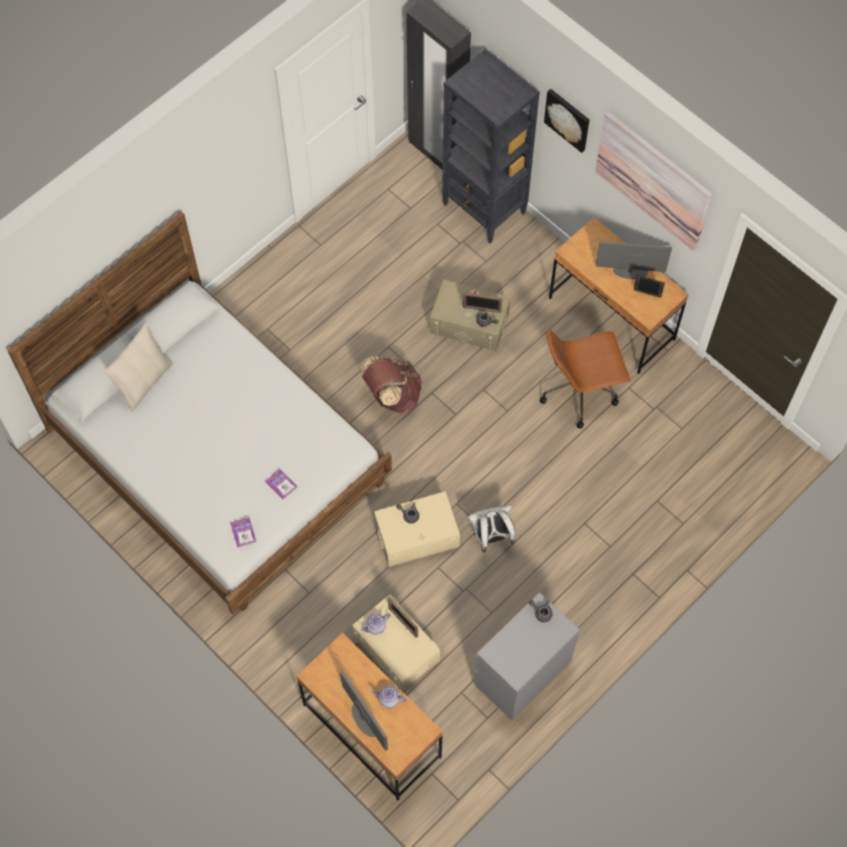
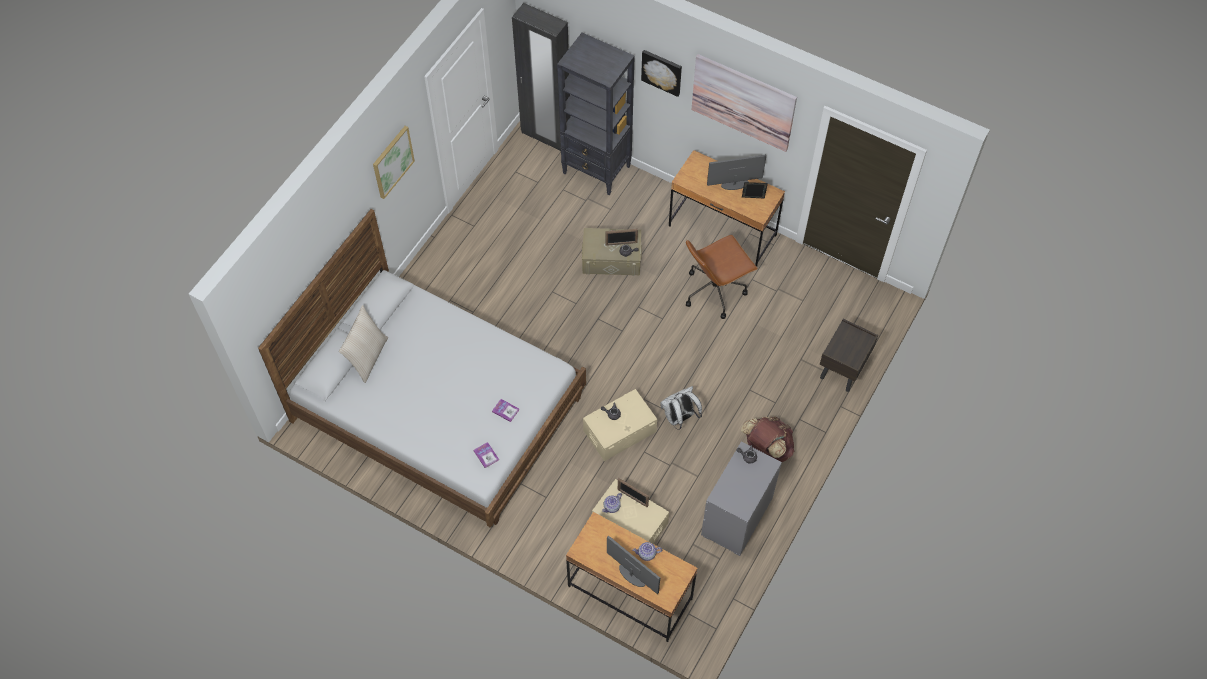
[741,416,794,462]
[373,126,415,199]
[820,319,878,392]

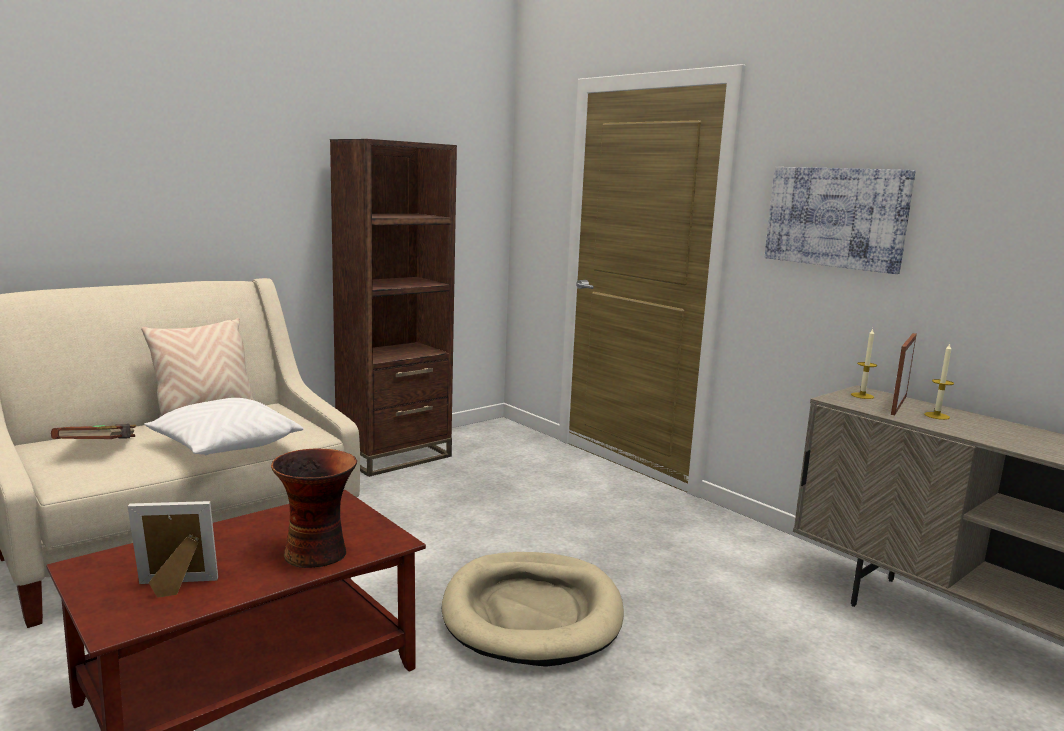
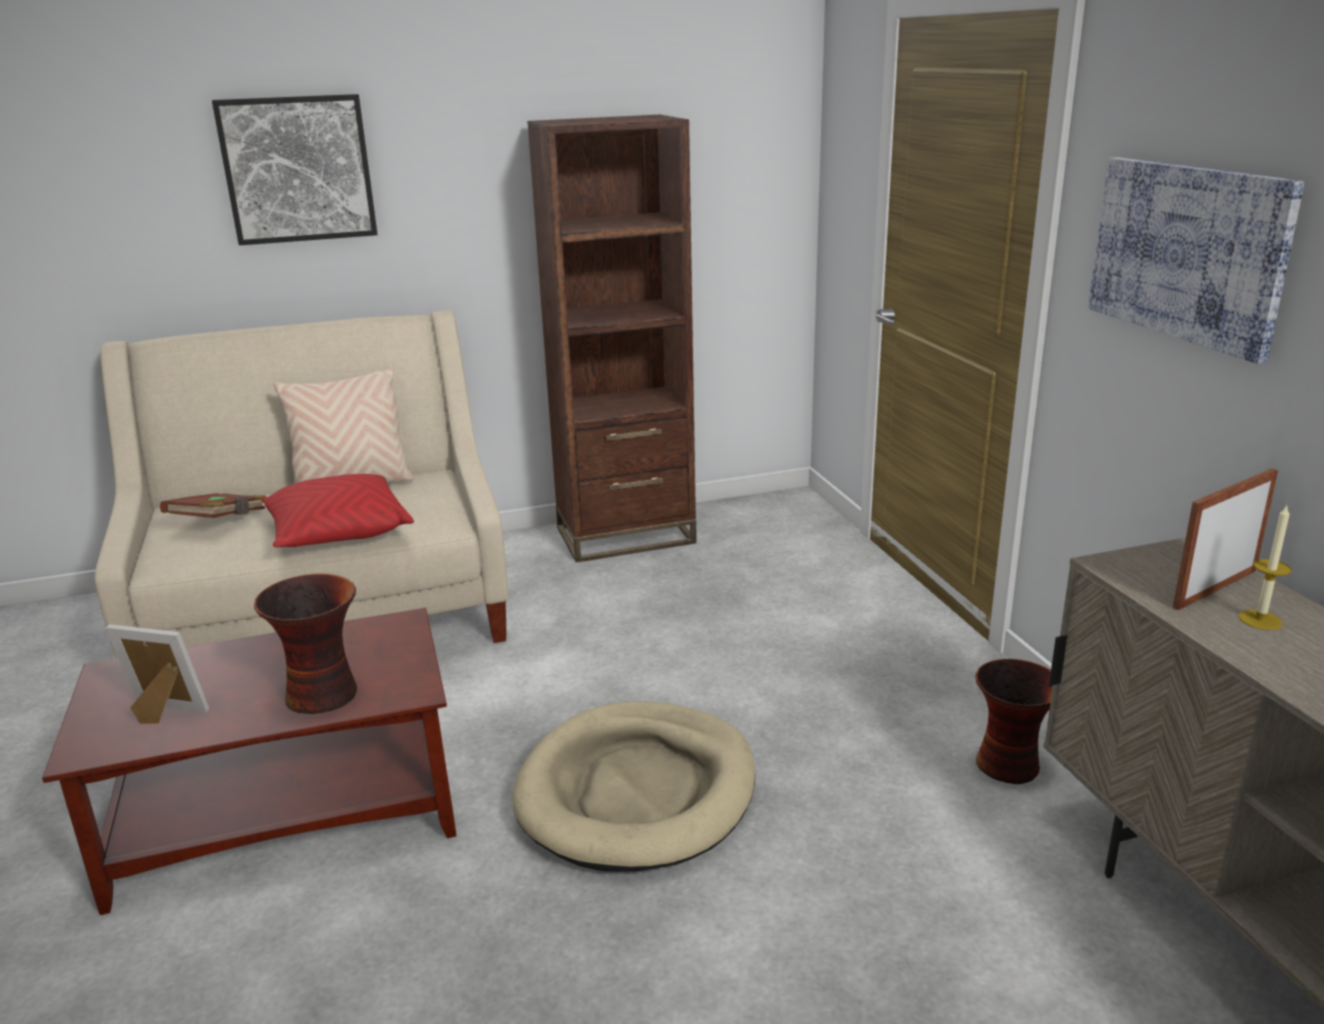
[851,328,877,399] (first image)
[261,474,414,547]
[212,94,378,245]
[975,659,1053,784]

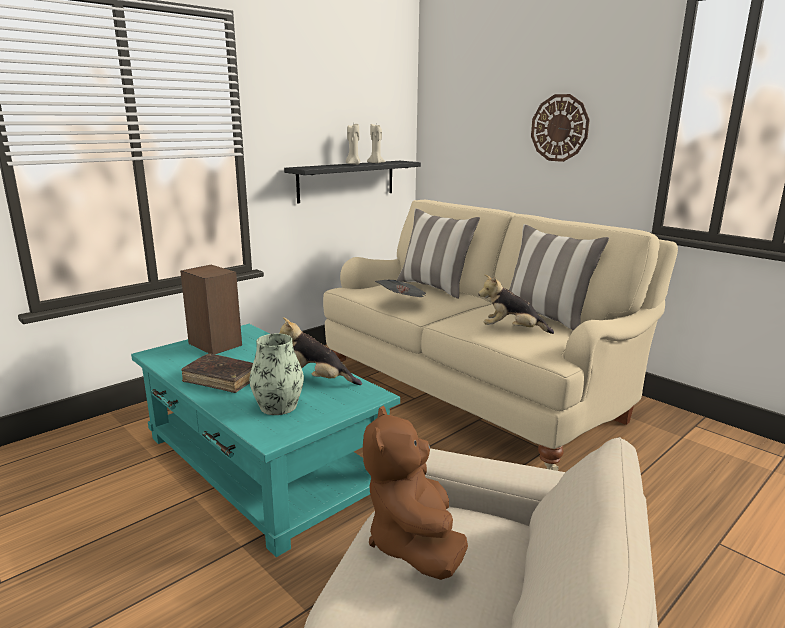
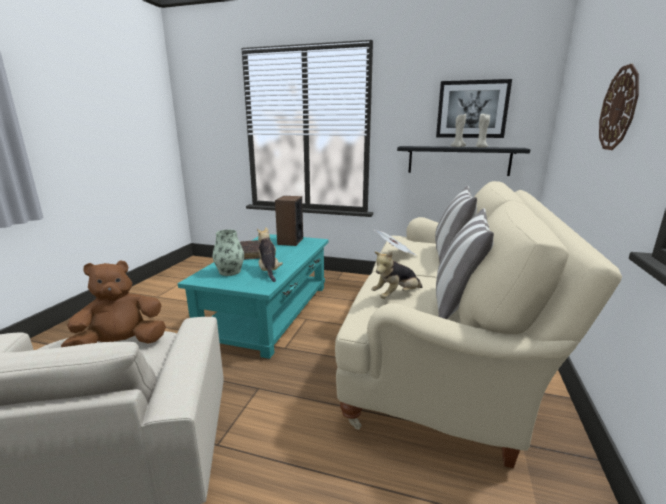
[371,252,422,299]
[436,79,512,138]

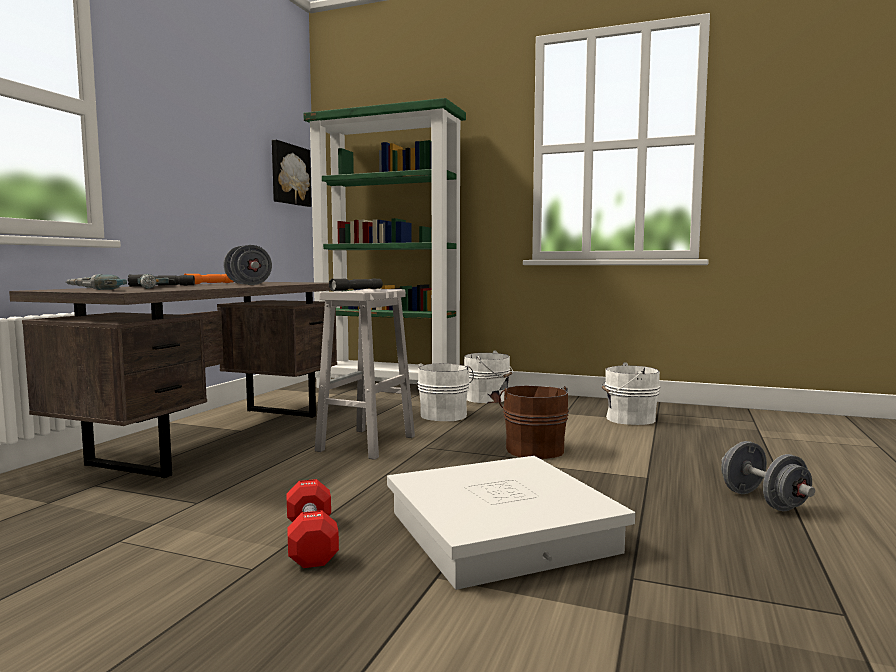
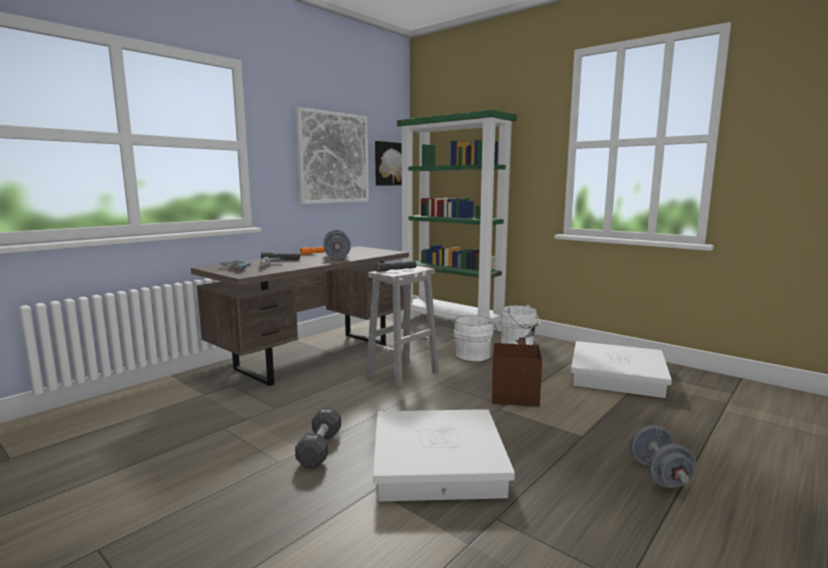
[571,341,672,398]
[492,343,542,407]
[295,408,341,468]
[295,107,369,204]

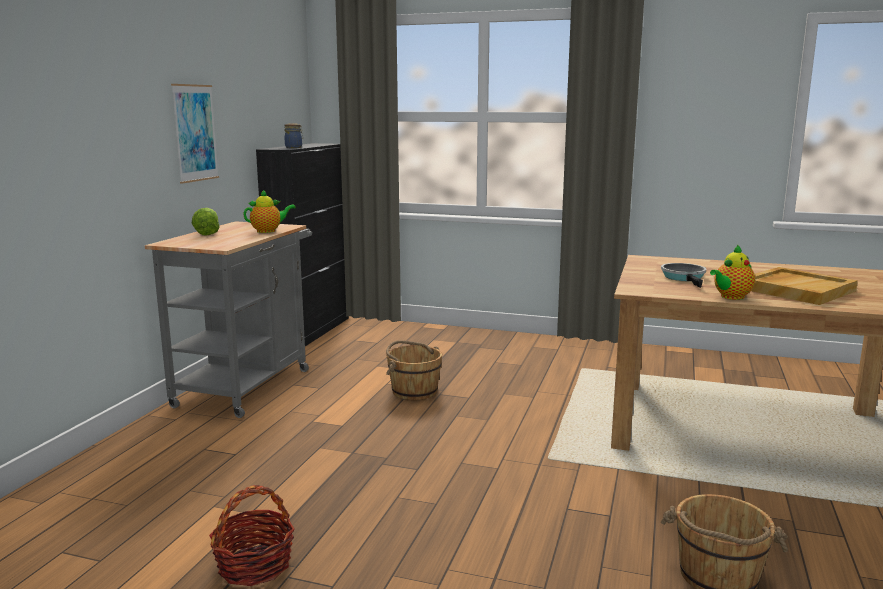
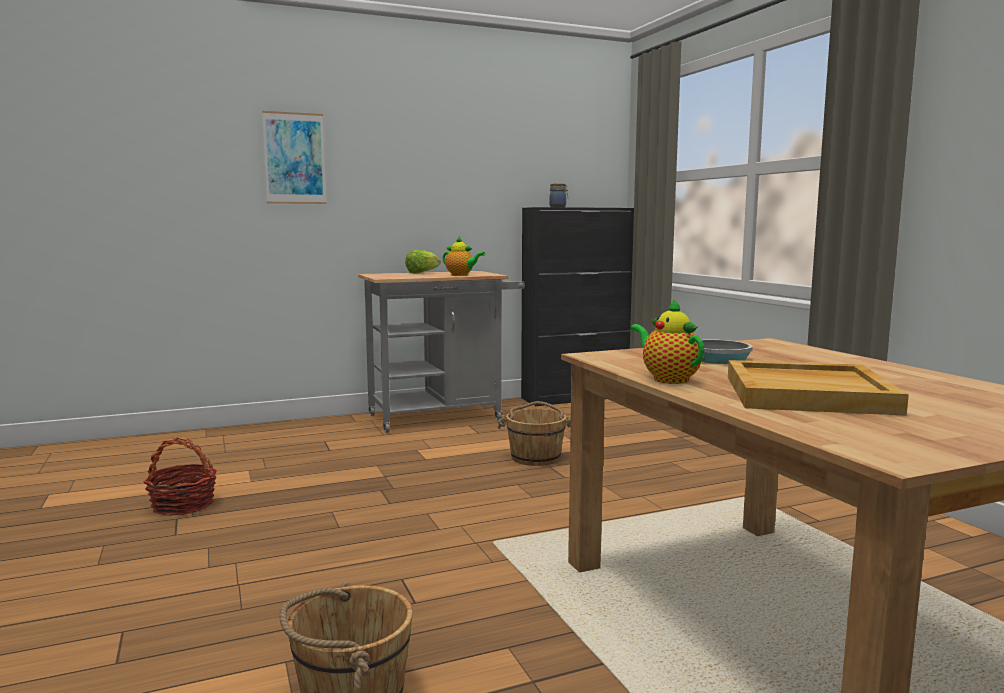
[262,111,326,204]
[630,298,704,384]

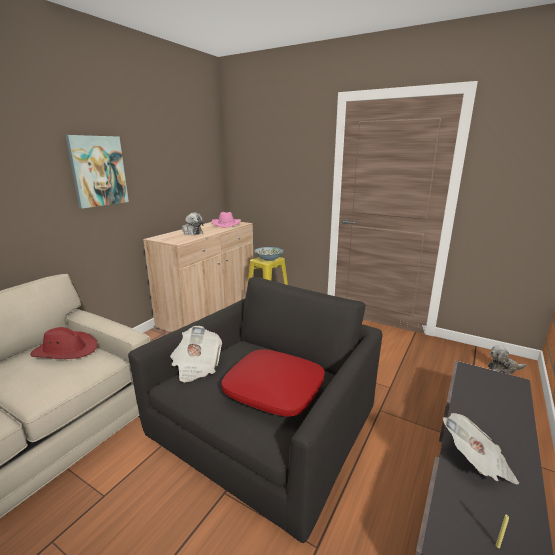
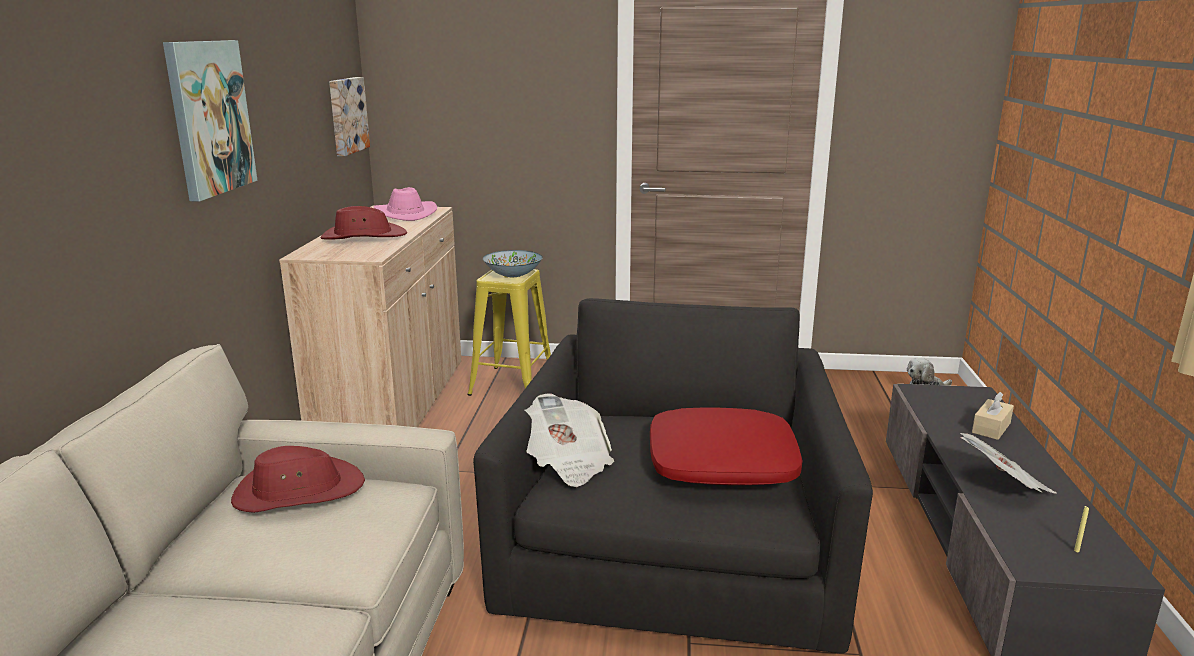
[321,206,407,240]
[329,77,370,156]
[972,392,1014,440]

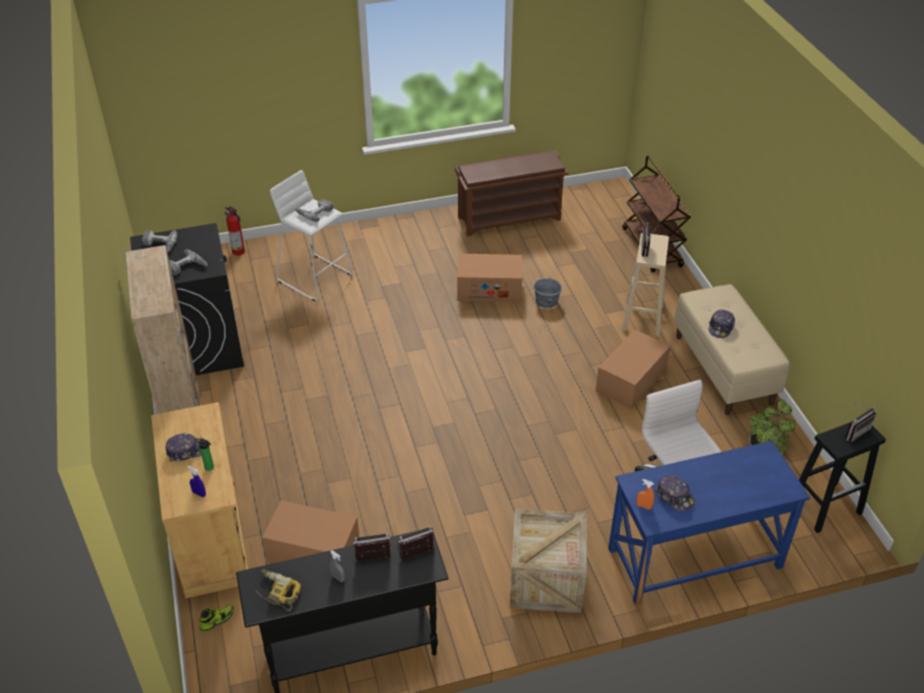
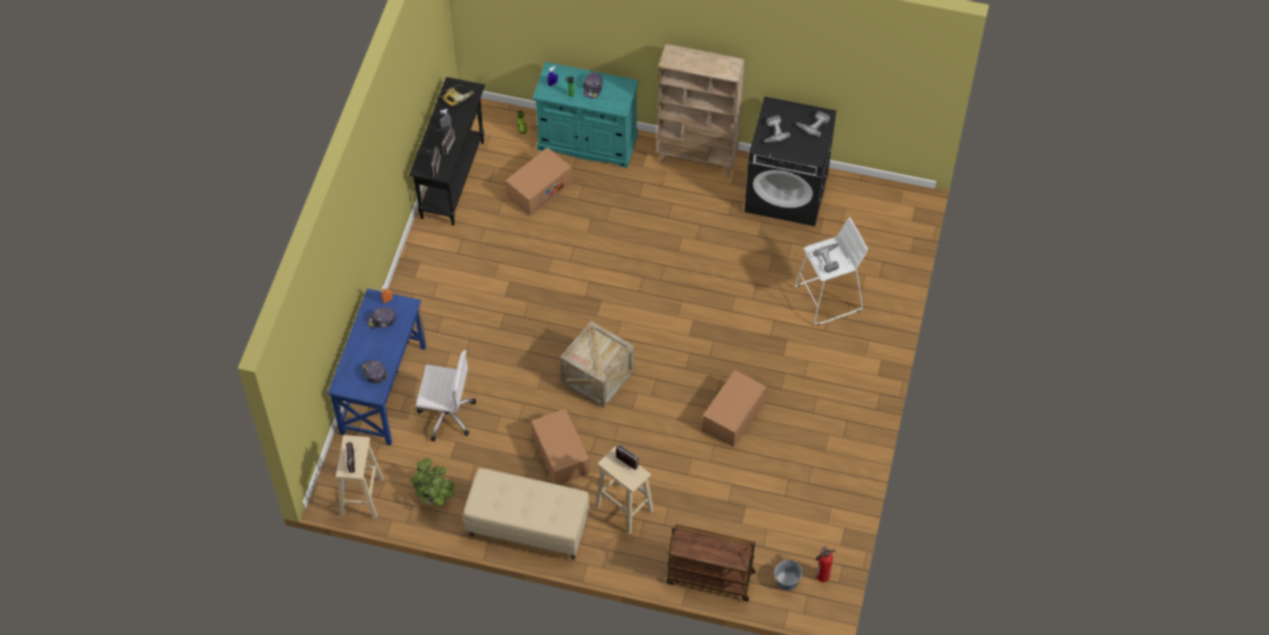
[455,150,568,237] (first image)
[816,546,835,582]
[774,560,802,591]
[361,360,387,384]
[533,62,639,168]
[336,435,384,519]
[560,321,634,408]

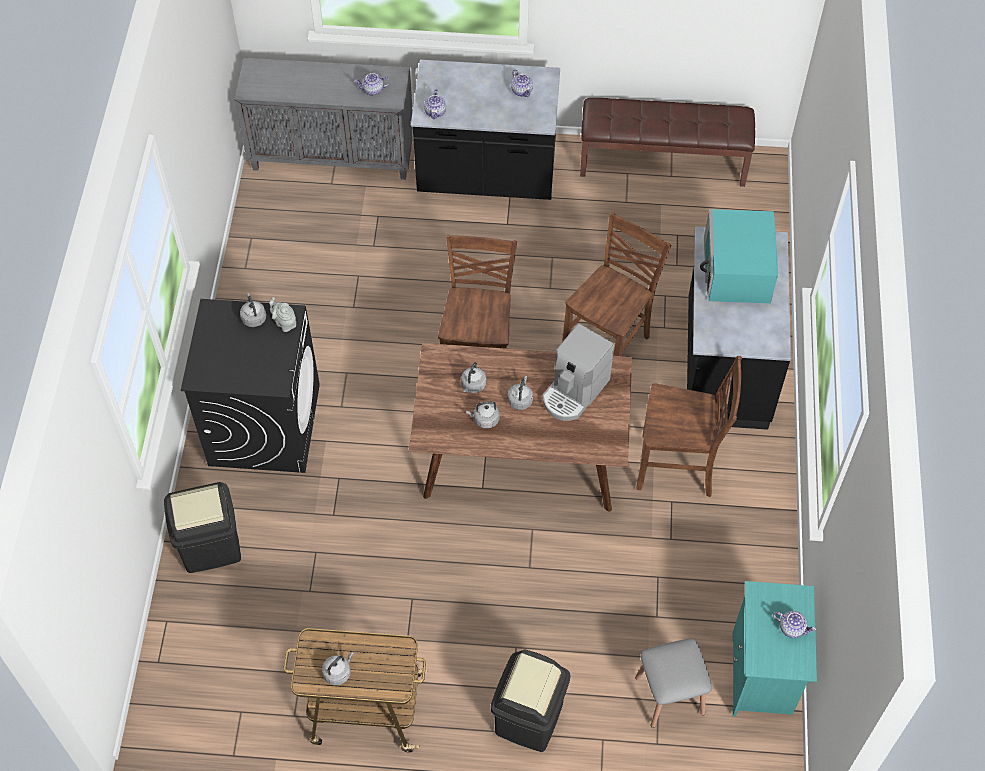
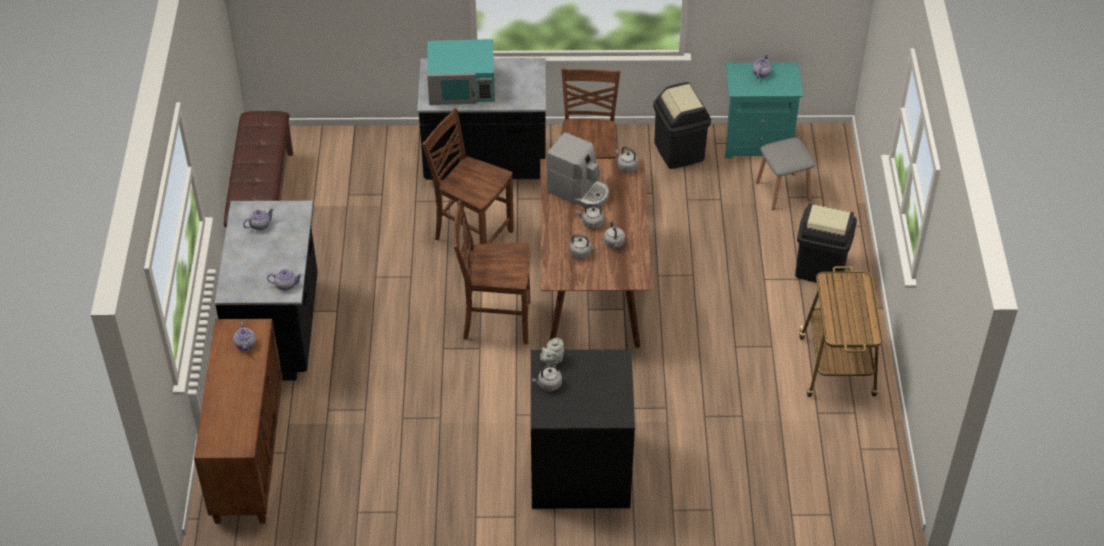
[194,319,283,524]
[653,82,711,169]
[615,147,638,173]

